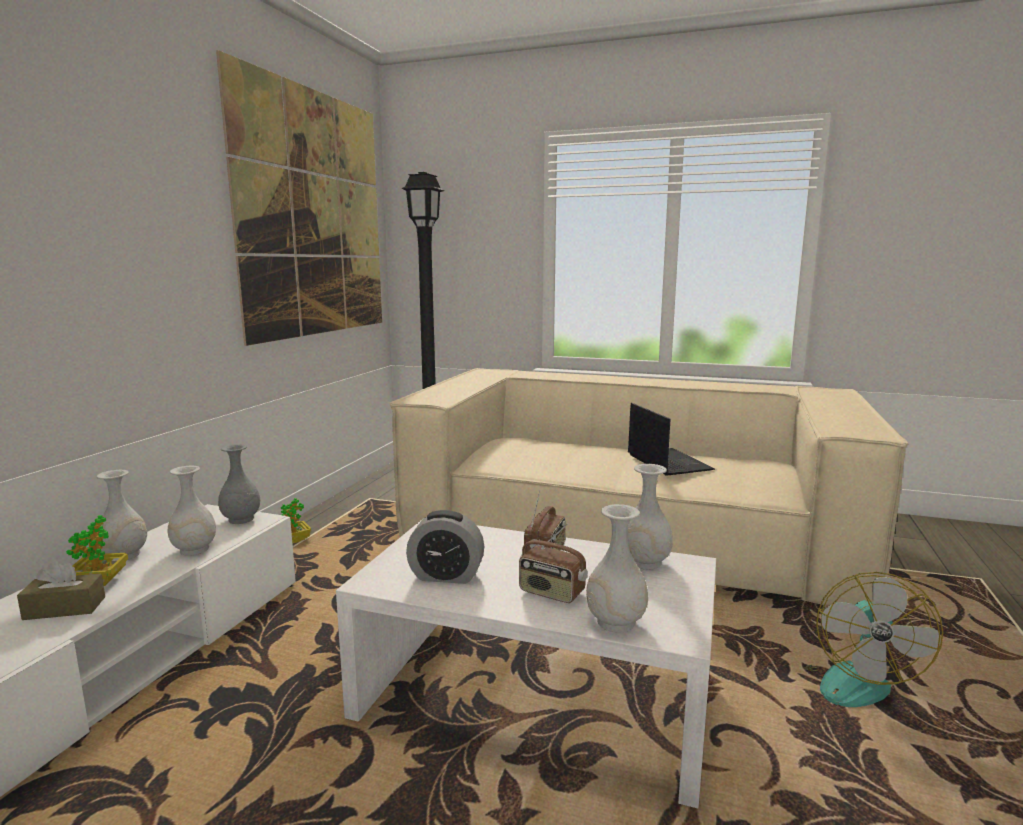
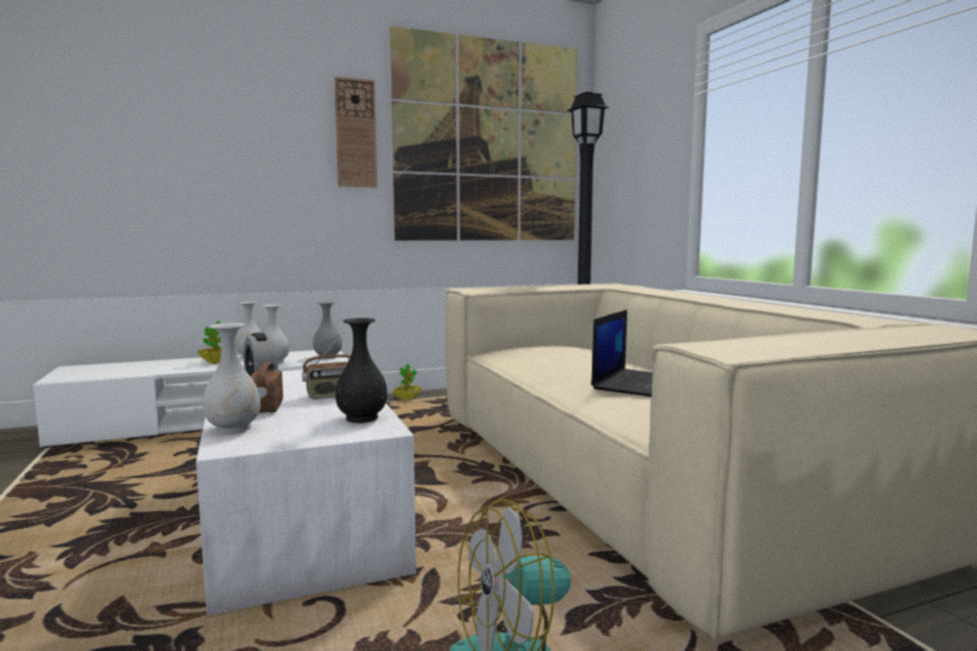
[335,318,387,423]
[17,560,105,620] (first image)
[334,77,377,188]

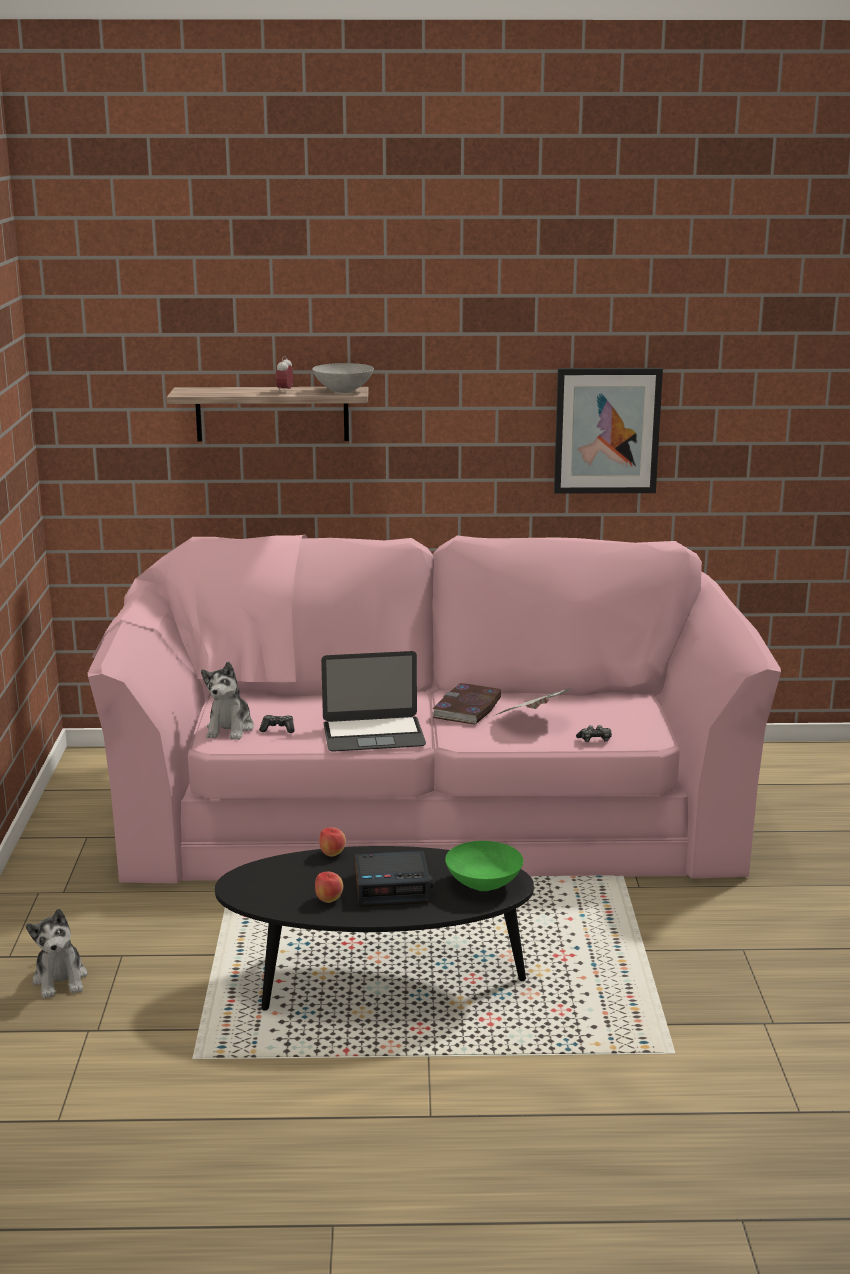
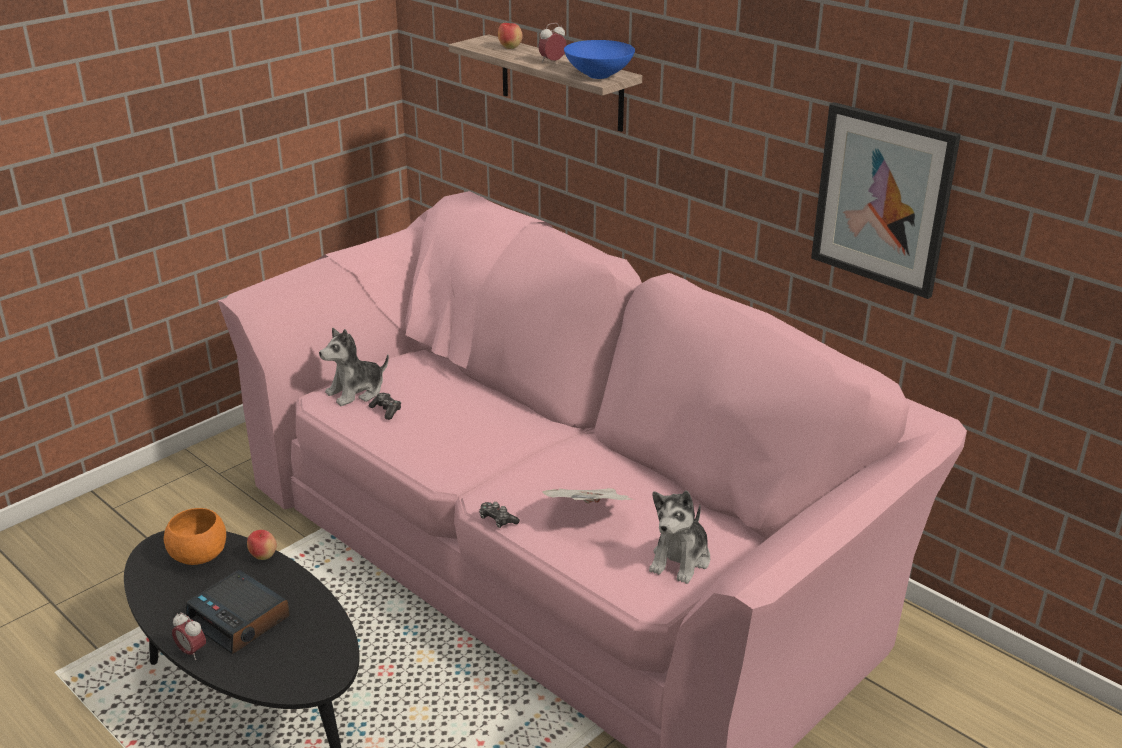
[564,40,635,79]
[321,651,426,752] (first image)
[432,683,501,724] (first image)
[479,502,520,528]
[445,841,523,891] (first image)
[498,23,523,49]
[649,491,710,584]
[164,508,226,565]
[172,612,206,660]

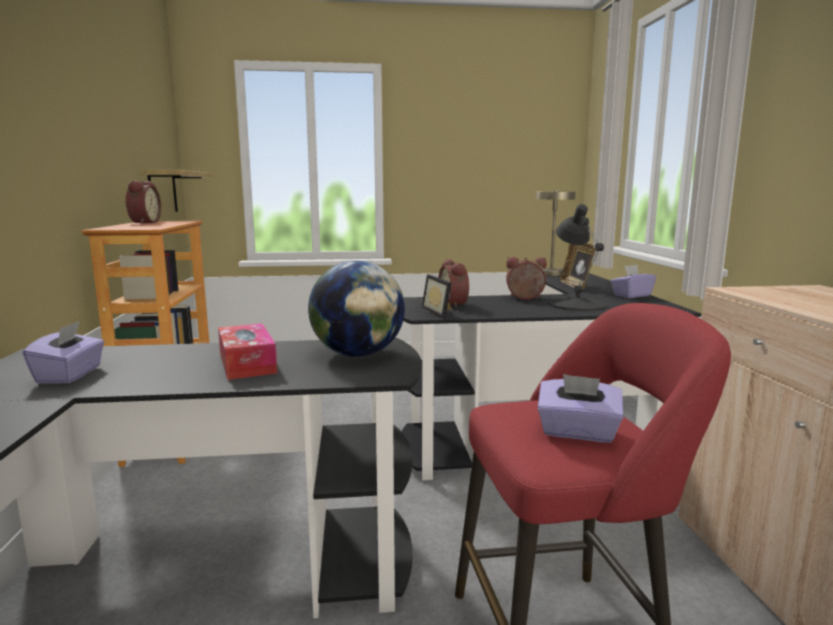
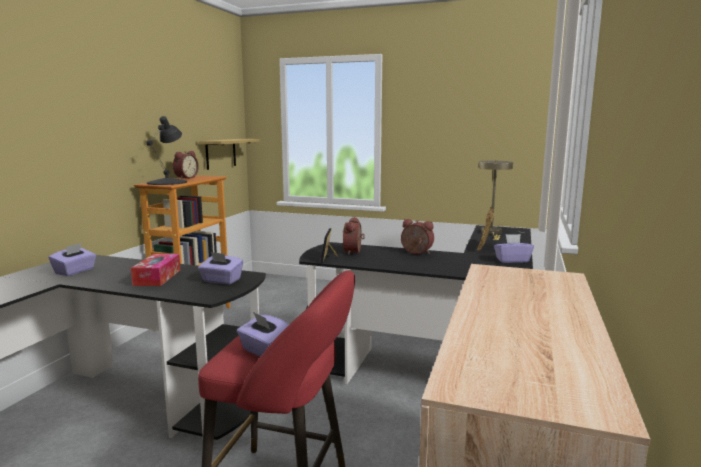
[147,116,187,185]
[198,252,243,284]

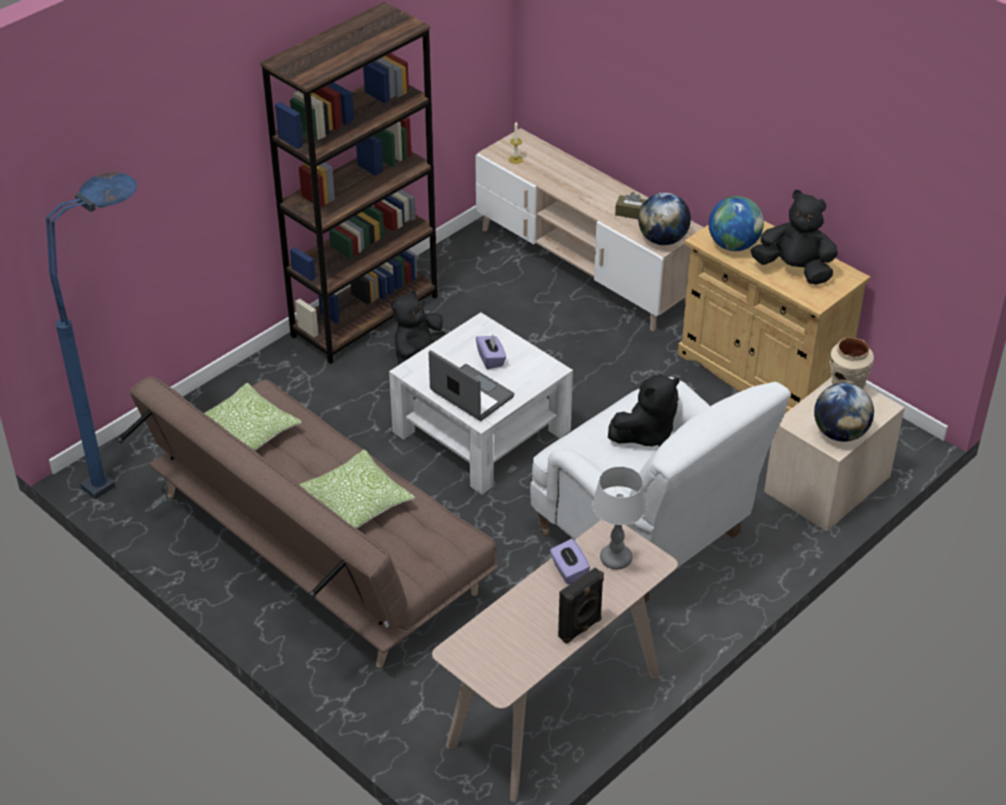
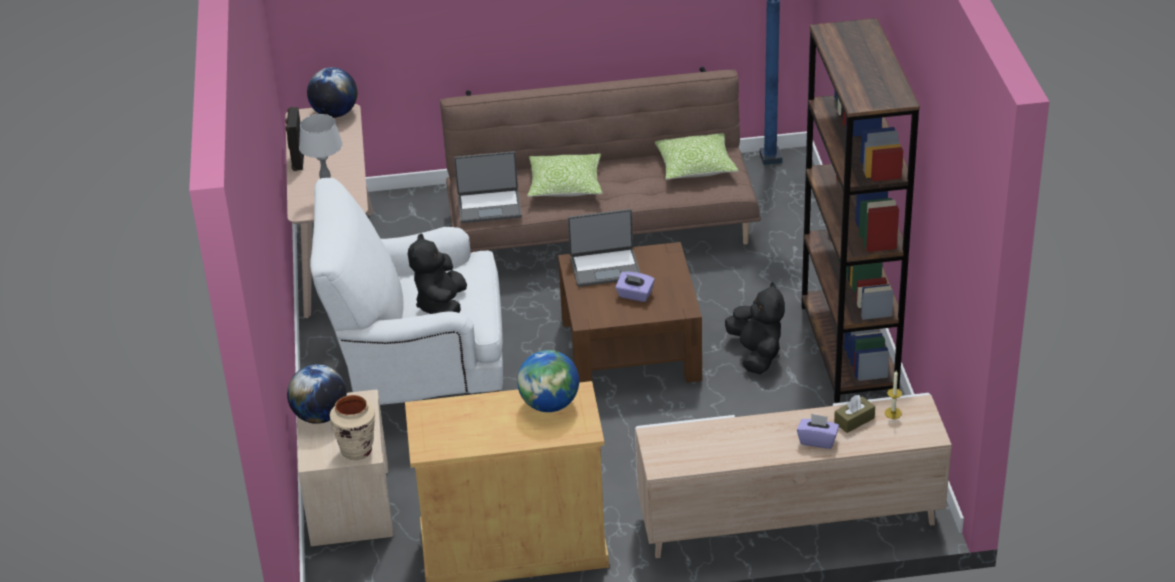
[750,190,838,285] (first image)
[834,395,875,433]
[307,67,357,118]
[558,242,702,383]
[797,414,839,449]
[454,151,522,223]

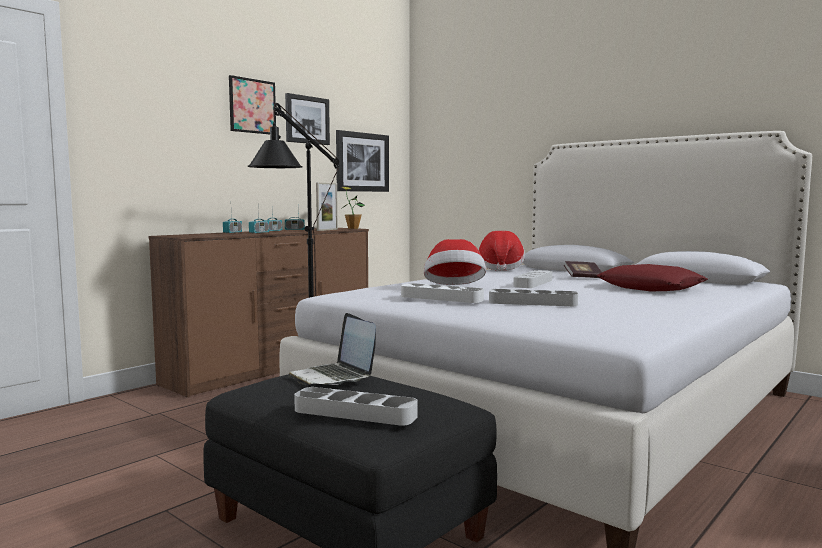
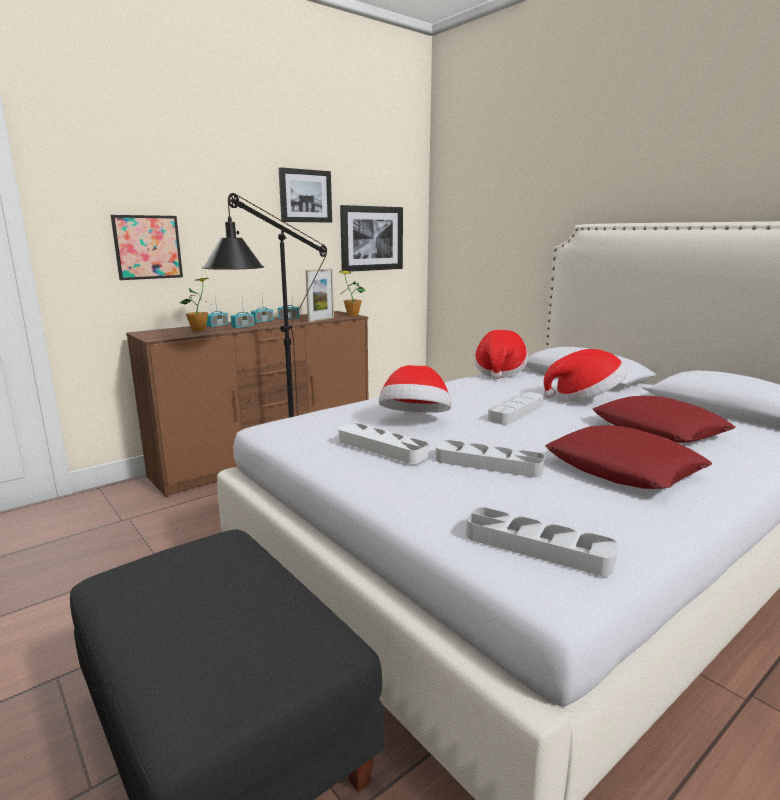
[111,215,183,280]
[544,349,627,402]
[288,313,376,385] (first image)
[466,507,618,576]
[180,278,209,332]
[545,425,712,489]

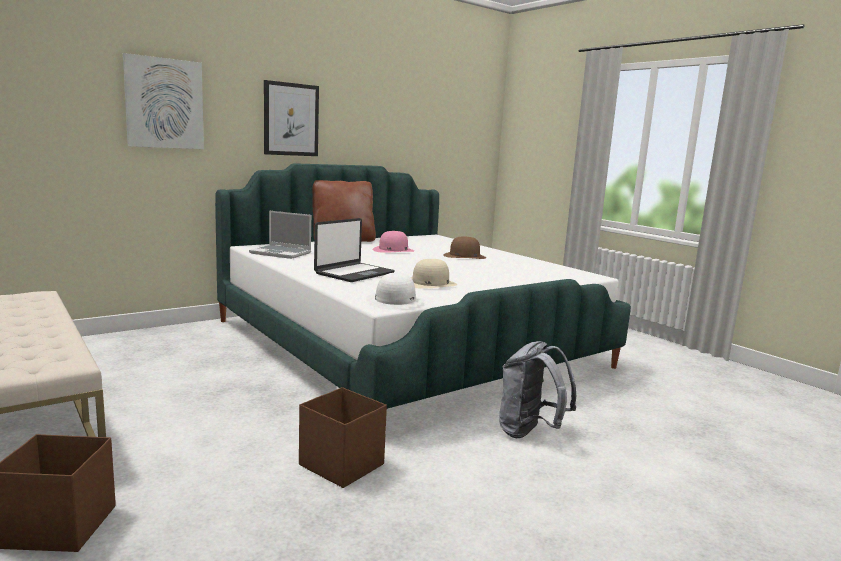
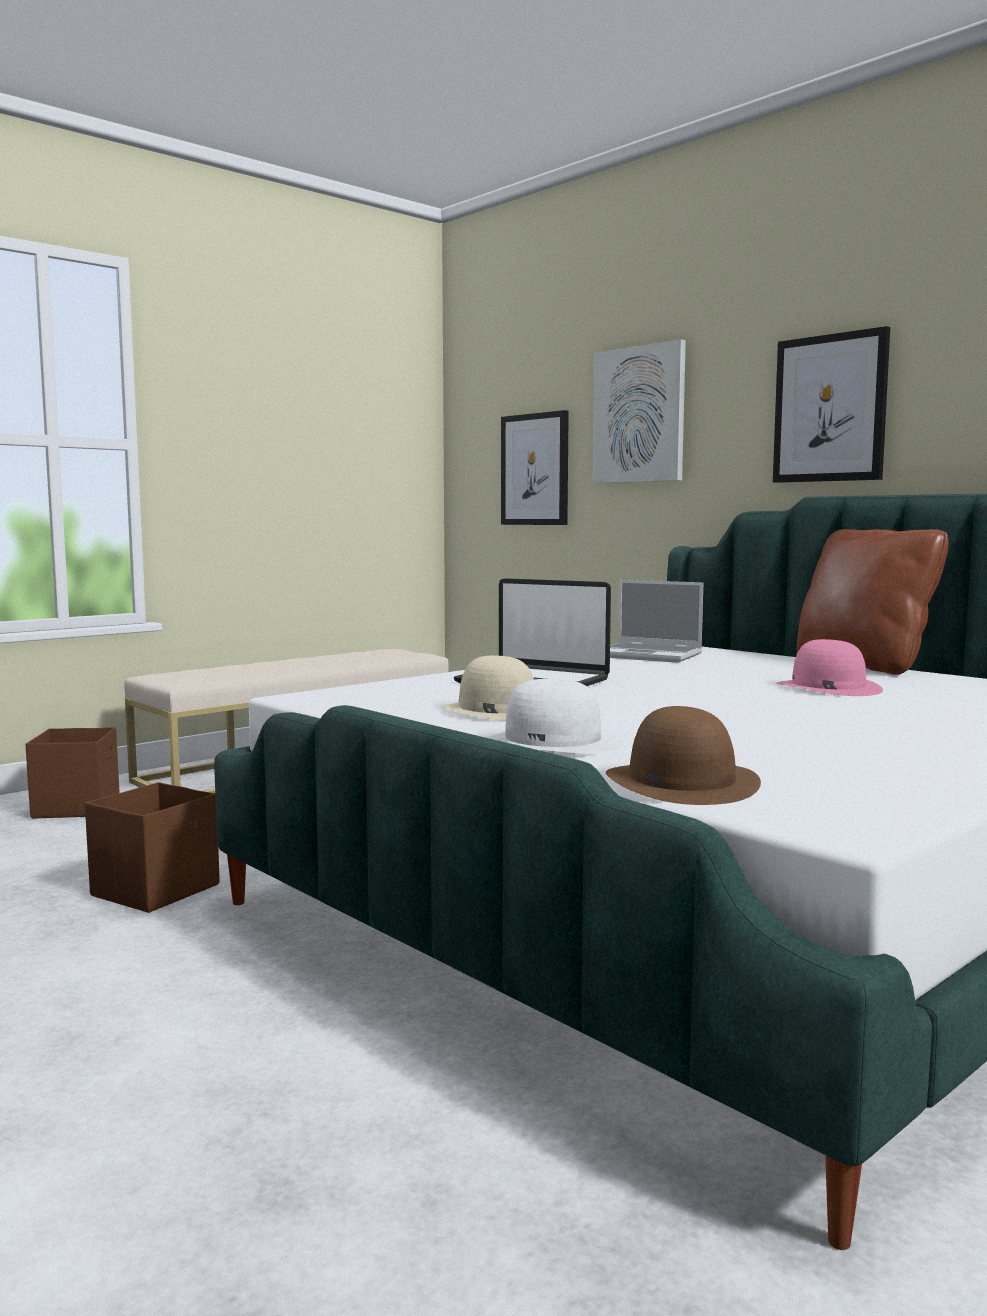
[610,580,703,663]
[606,706,761,805]
[487,679,623,754]
[499,341,576,438] (first image)
[501,410,569,525]

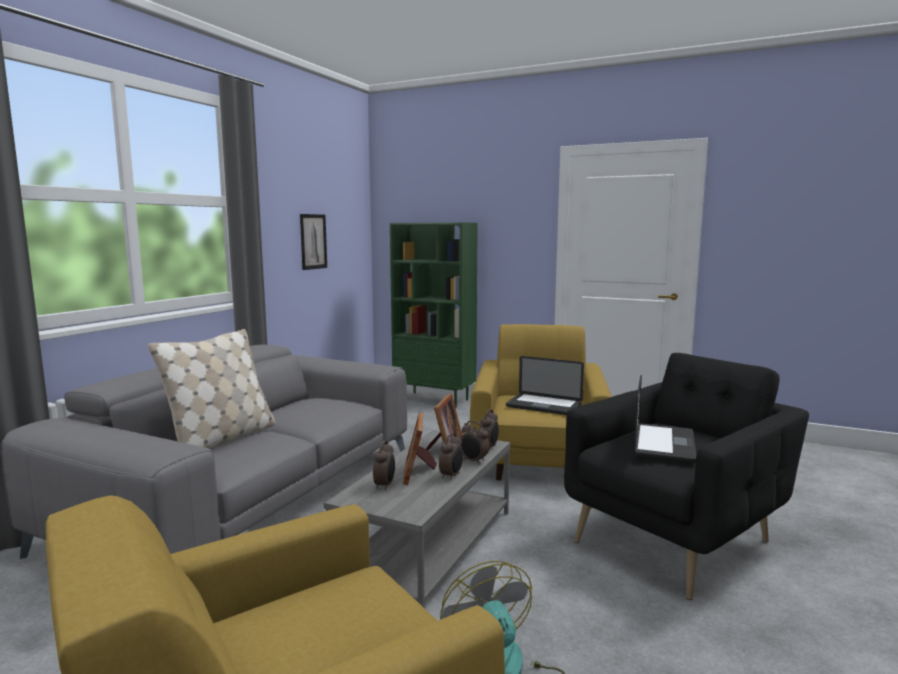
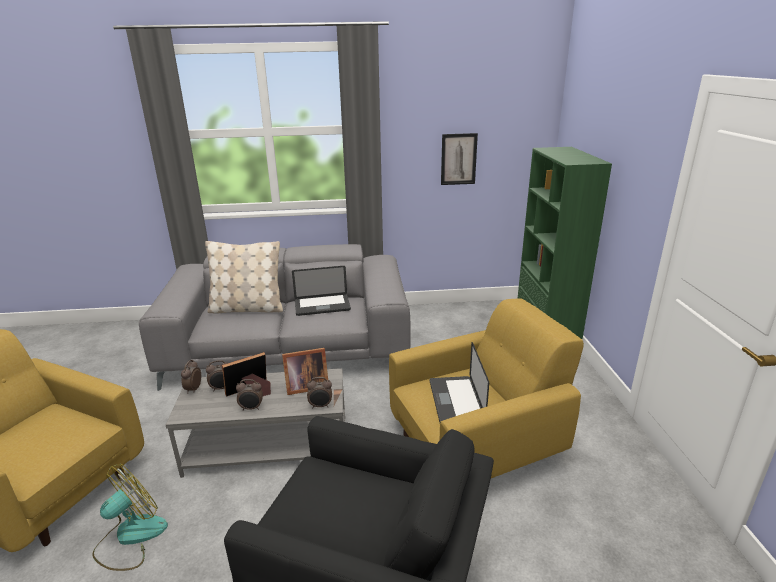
[292,266,351,316]
[181,360,201,393]

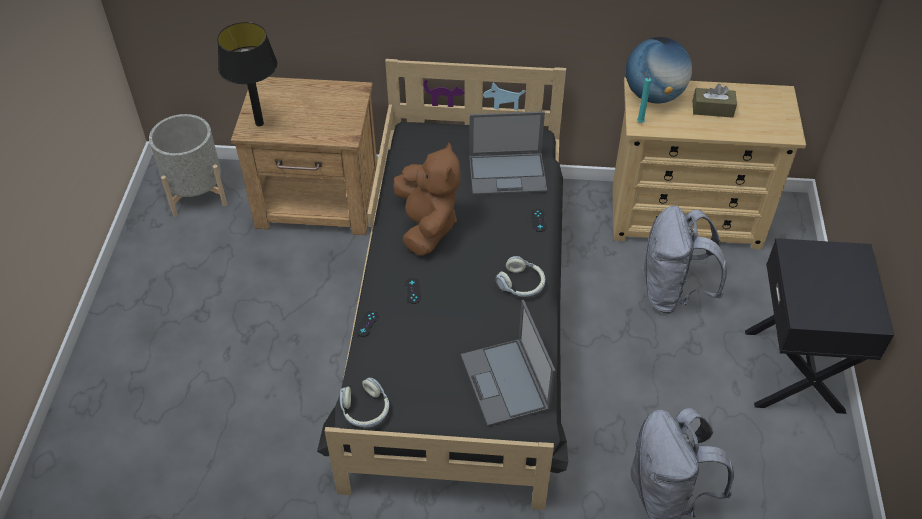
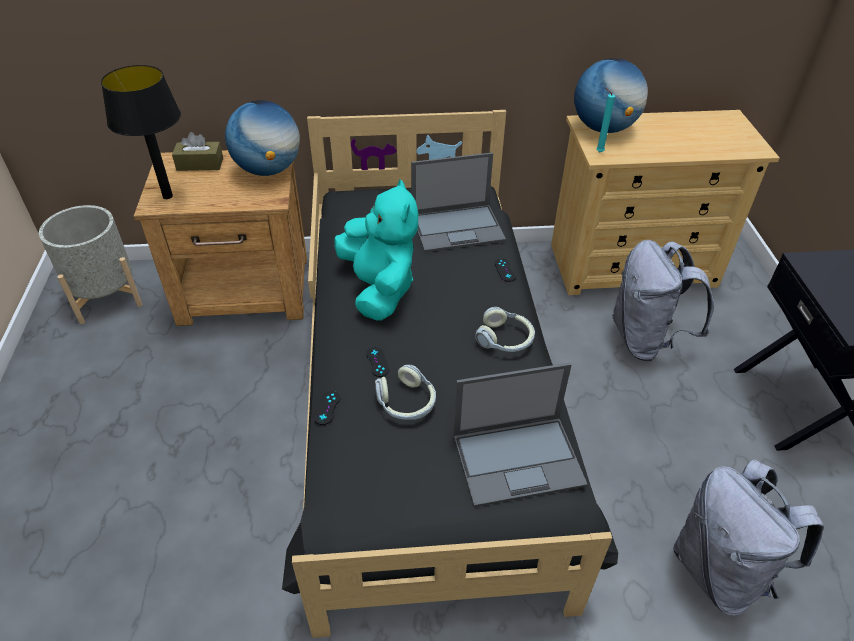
[172,132,223,171]
[334,179,418,321]
[453,363,588,507]
[375,365,436,420]
[225,100,300,176]

